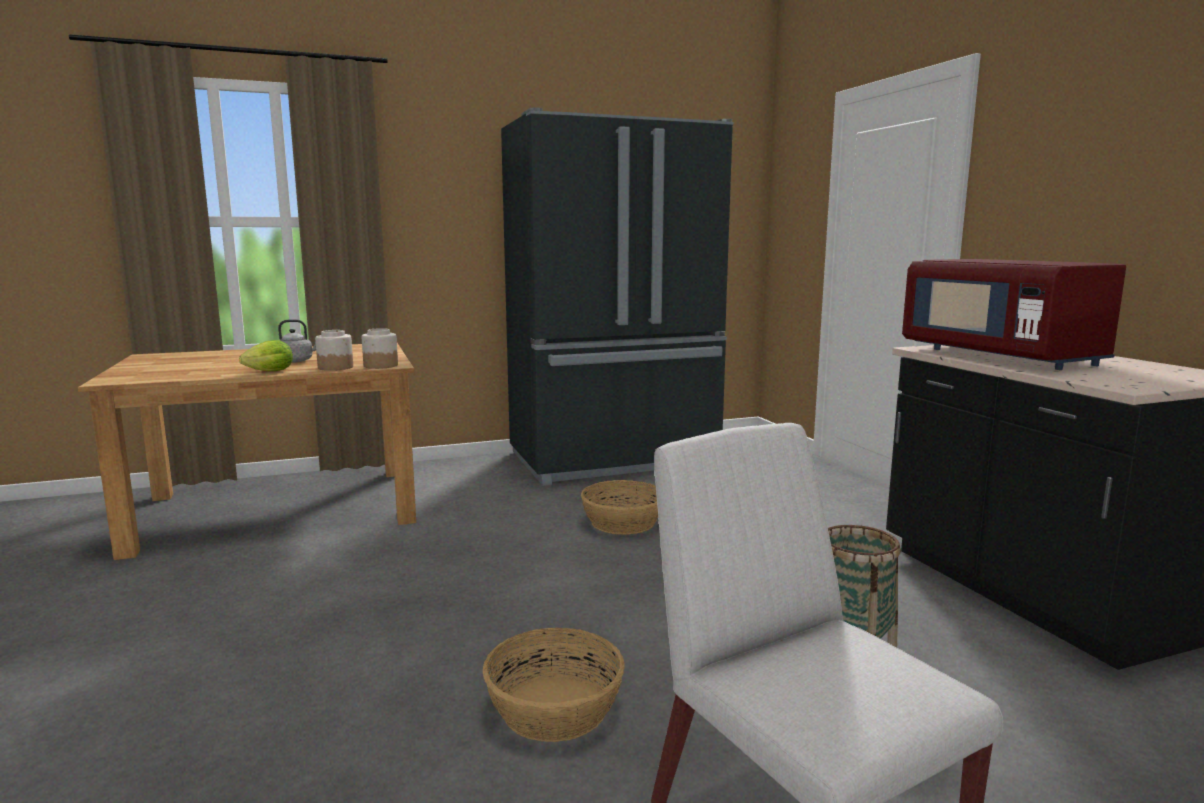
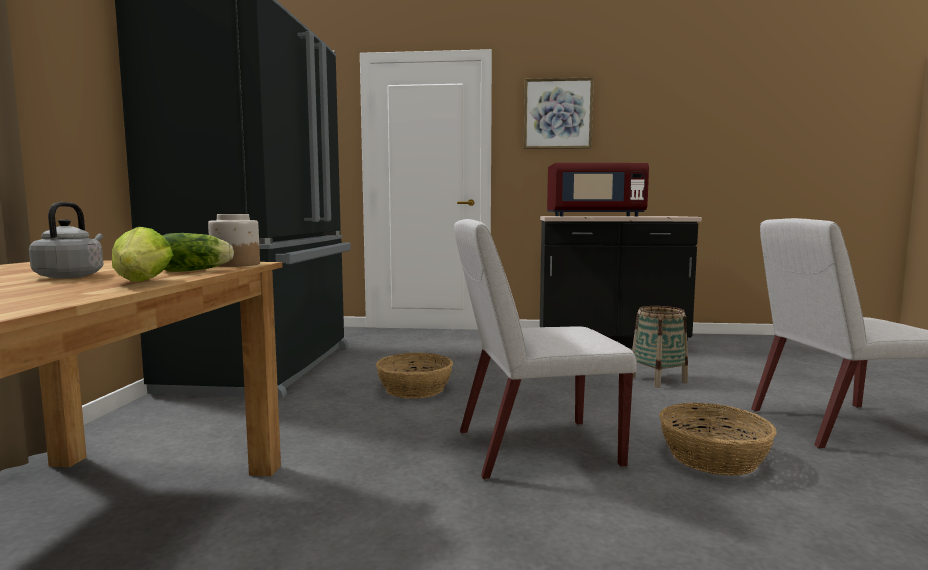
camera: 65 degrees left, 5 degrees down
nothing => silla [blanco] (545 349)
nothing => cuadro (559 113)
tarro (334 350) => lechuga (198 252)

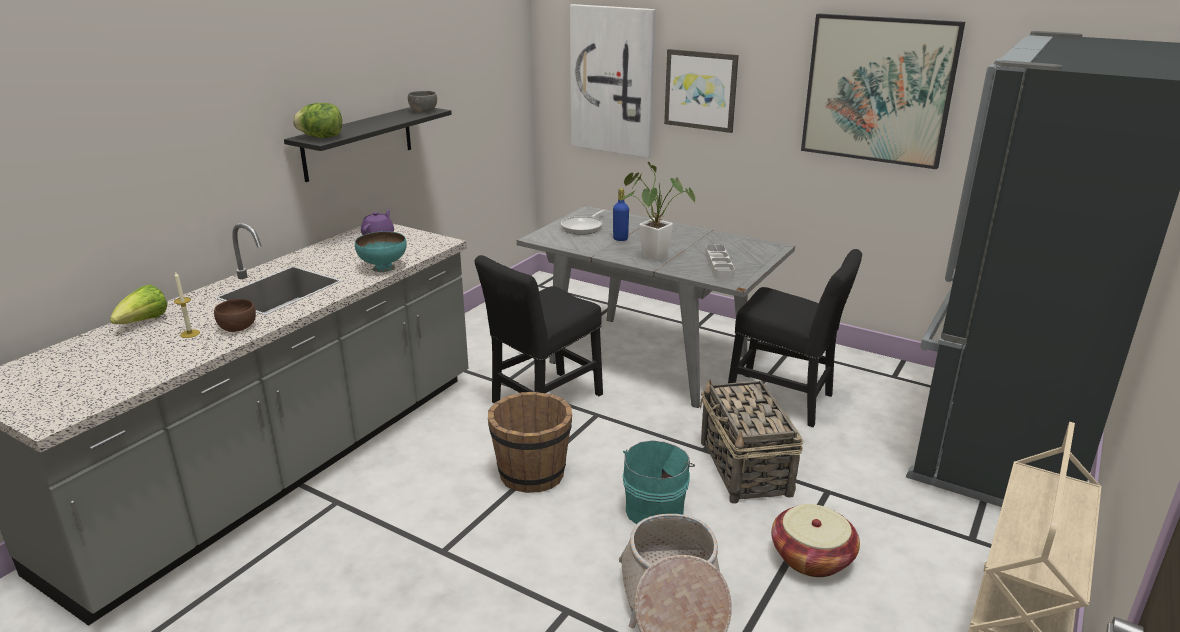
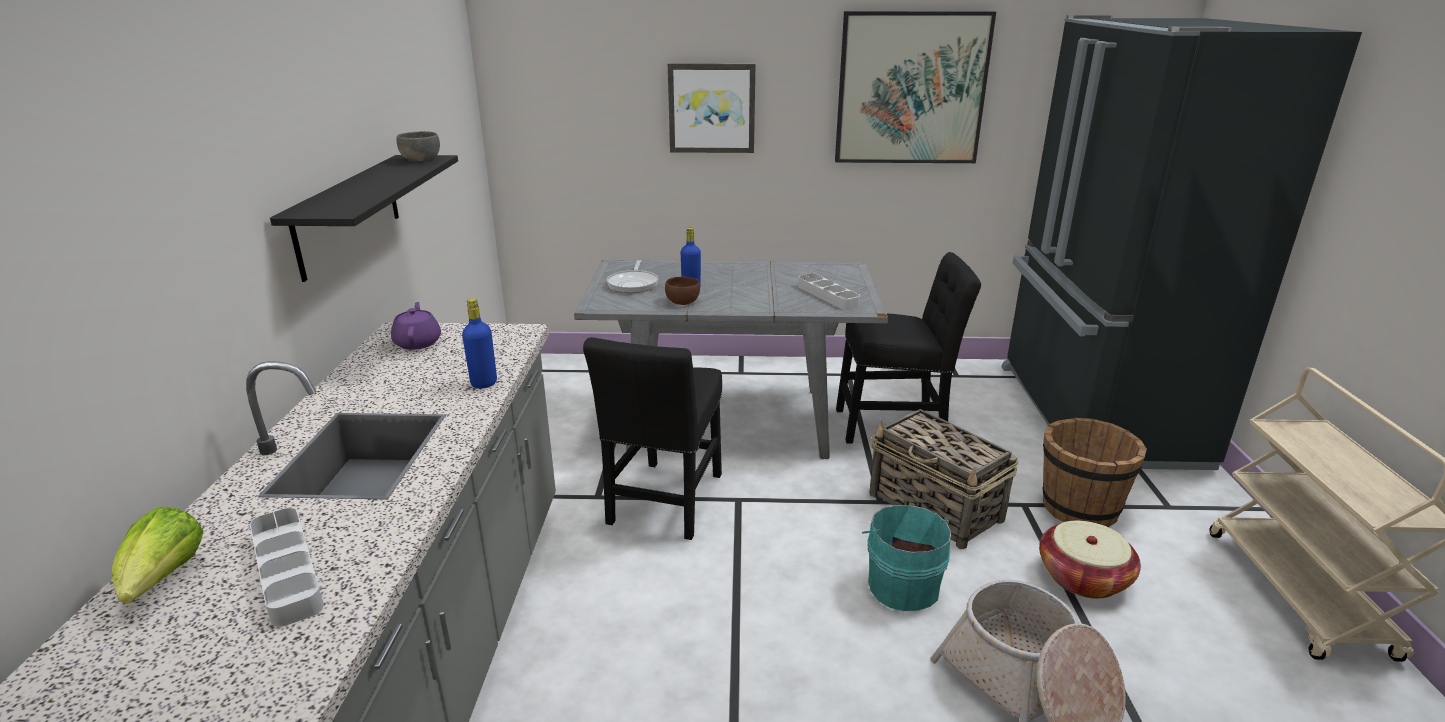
camera: 30 degrees left, 0 degrees up
lechuga (317 120) => nothing
cuadro (612 81) => nothing
planta en maceta (657 211) => nothing
cuenco [marrón] (235 315) => cuenco [marrón] (682 291), moved
cubo [marrón] (530 442) => cubo [marrón] (1094 472), moved
vela (187 304) => bandeja [gris] (287 567)
cuenco [turquesa] (381 251) => botella [azul] (479 343)

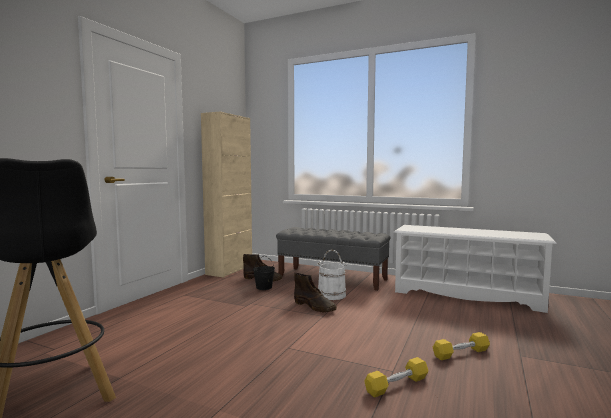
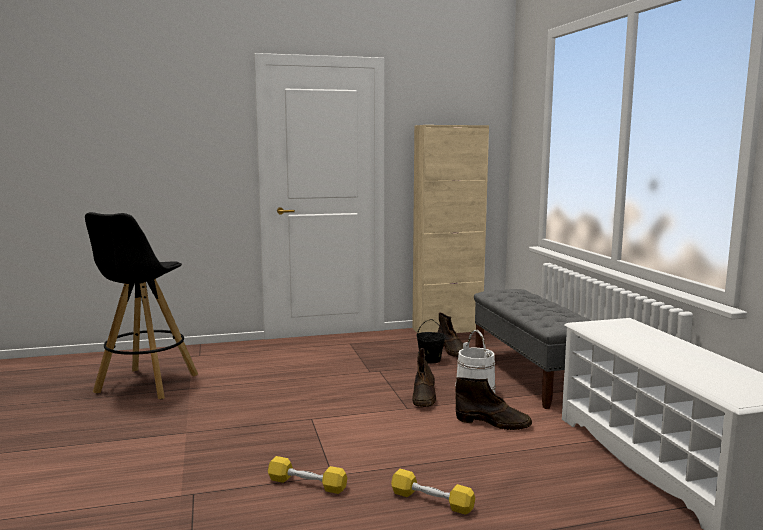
camera: 50 degrees right, 5 degrees up
nothing => bota [marrón] (493 403)

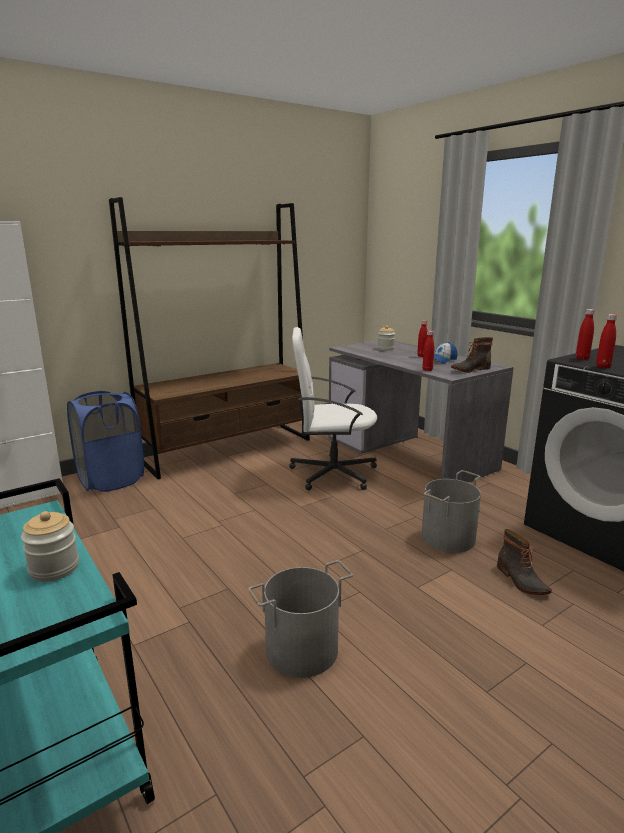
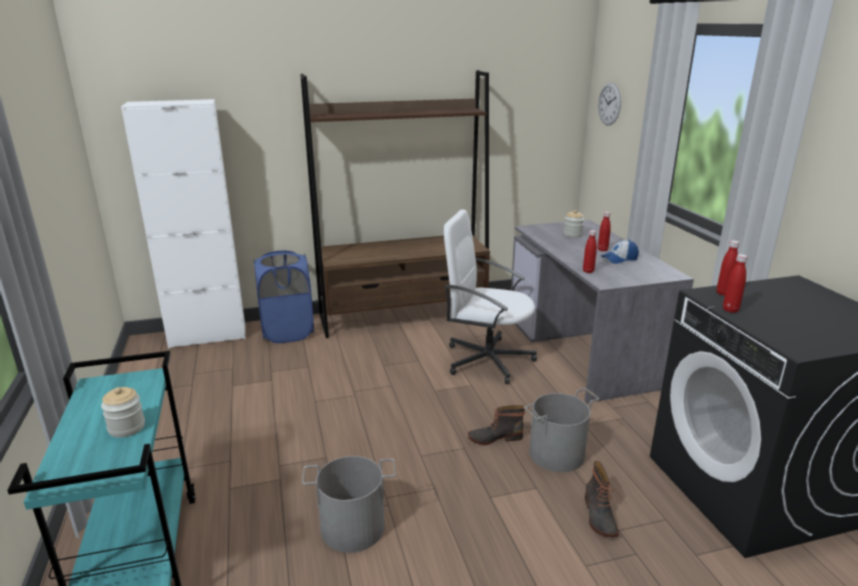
camera: 20 degrees right, 5 degrees up
nothing => reloj de pared (609 103)
bota (472 355) => bota (496 425), moved

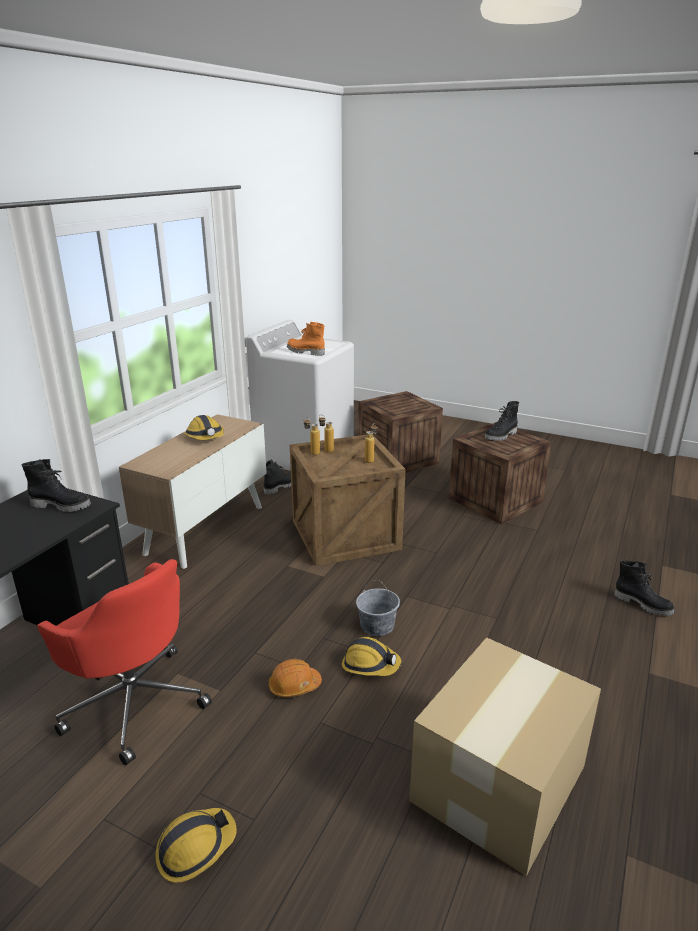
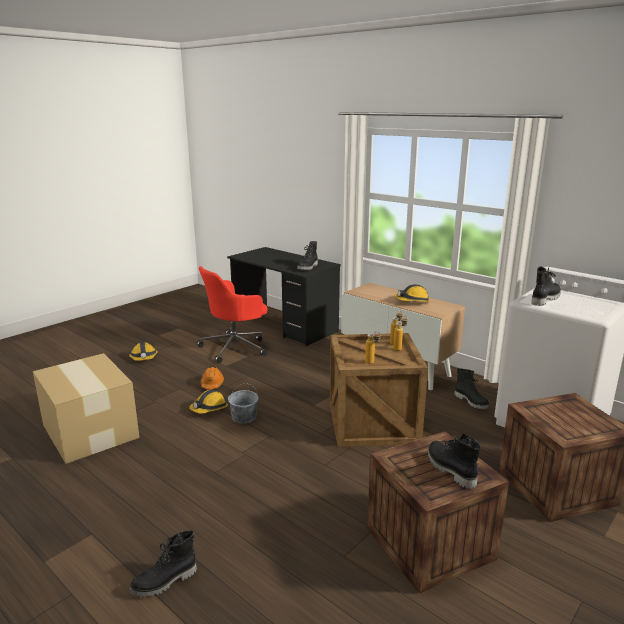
camera: 105 degrees right, 5 degrees down
bota [naranja] (306 339) => bota [negro] (546 286)

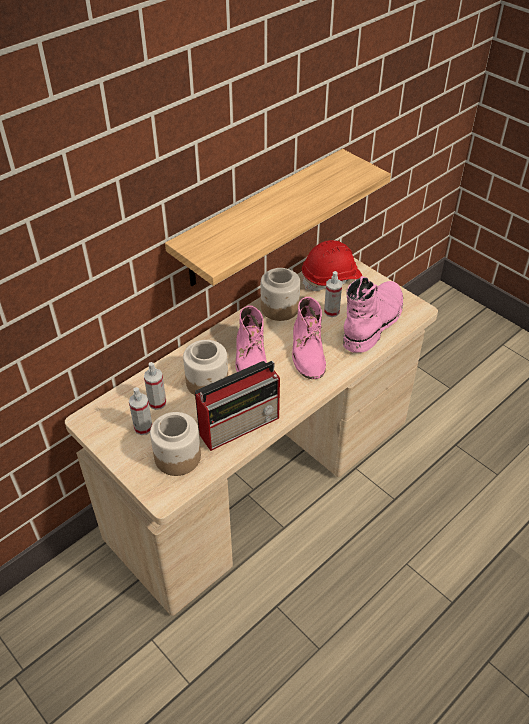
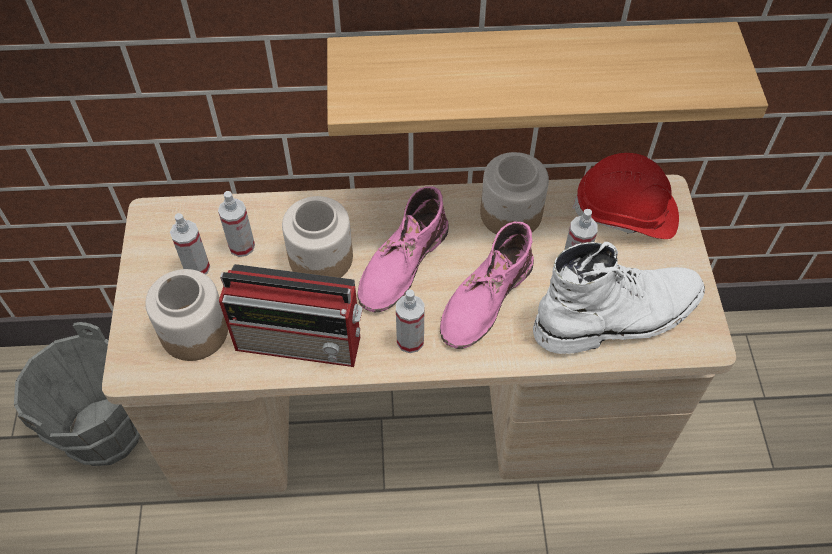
camera: 40 degrees right, 10 degrees up
nothing => cubo [gris] (77 394)
nothing => pulverizador (410 321)
bota [rosa] (373 314) => bota [blanco] (619 298)

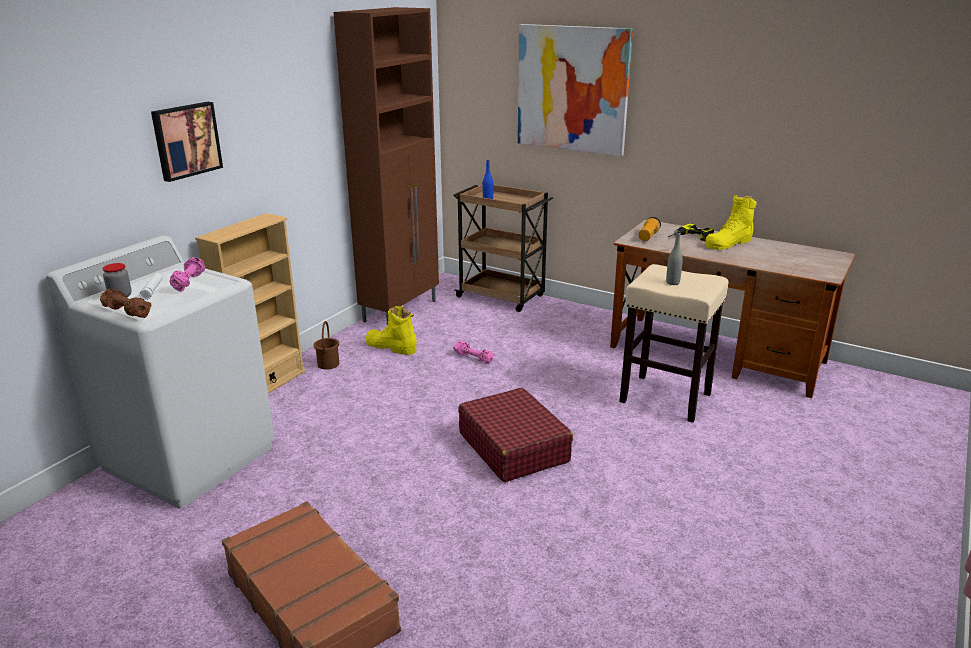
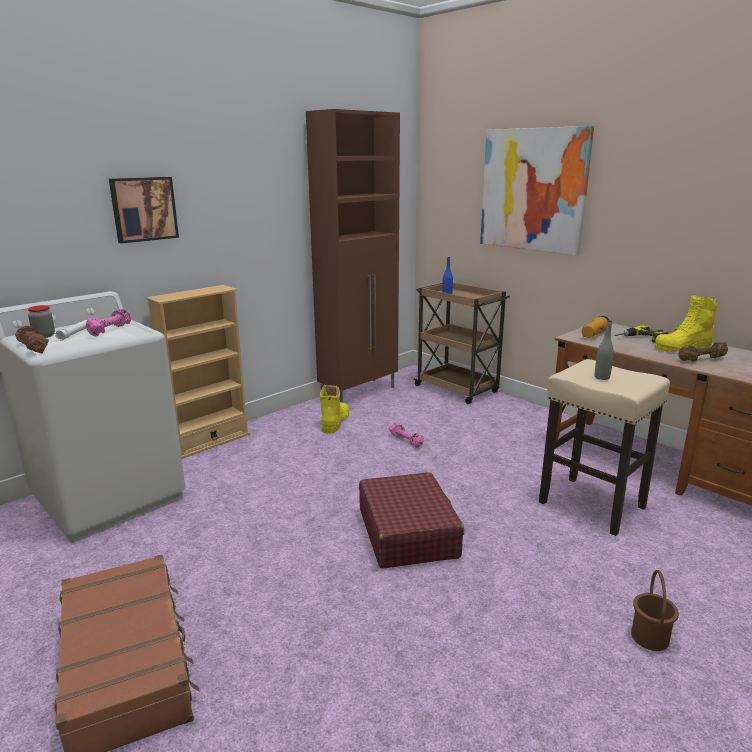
camera: 15 degrees right, 5 degrees down
nothing => mancuerna [marrón] (703 352)
cubo [marrón] (326 345) => cubo [marrón] (655 610), moved
bota [amarillo] (391 330) => bota [amarillo] (334 409), 60 degrees clockwise

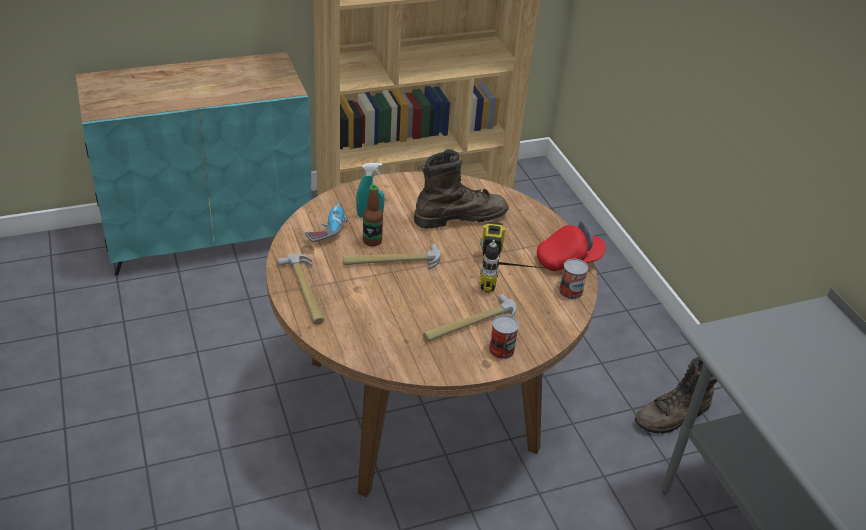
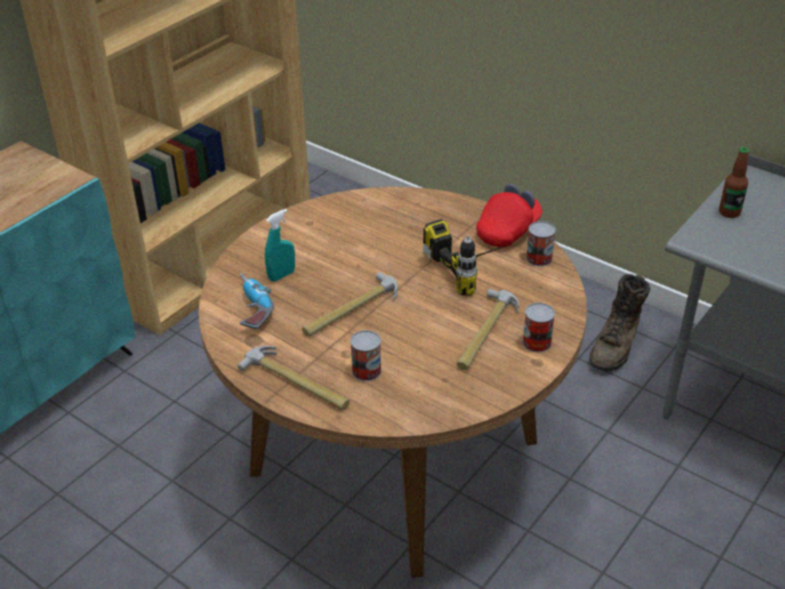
camera: 30 degrees left, 0 degrees up
bota [marrón] (461 189) => nothing
nothing => lata (366 355)
botella (373 216) => botella (734 182), moved

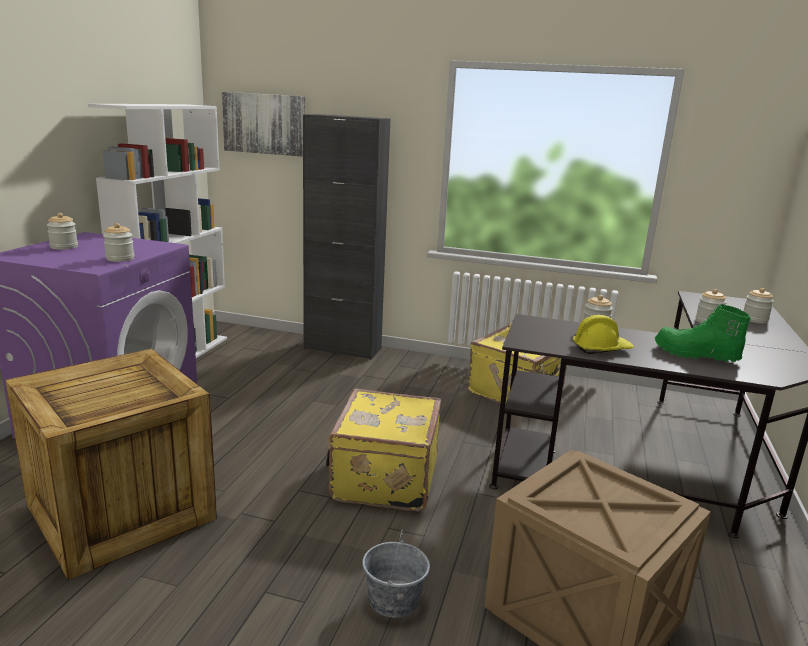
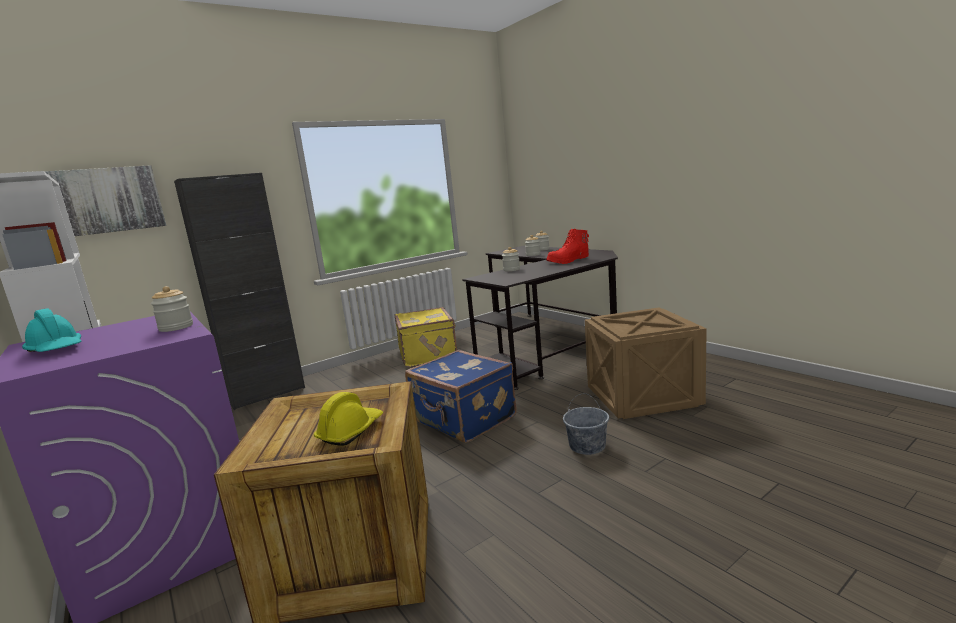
camera: 50 degrees left, 5 degrees down
casco [amarillo] (603 334) => casco [amarillo] (348 419), moved
tarro (62 231) => casco [turquesa] (52 330)
maleta [amarillo] (383 450) => maleta [azul] (461 396)
bota [verde] (703 333) => bota [rojo] (567 246)

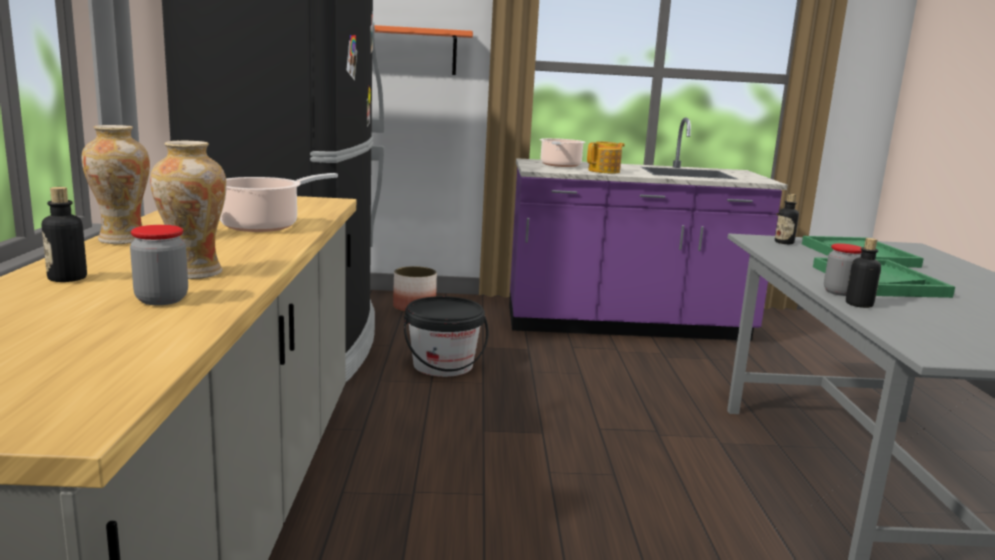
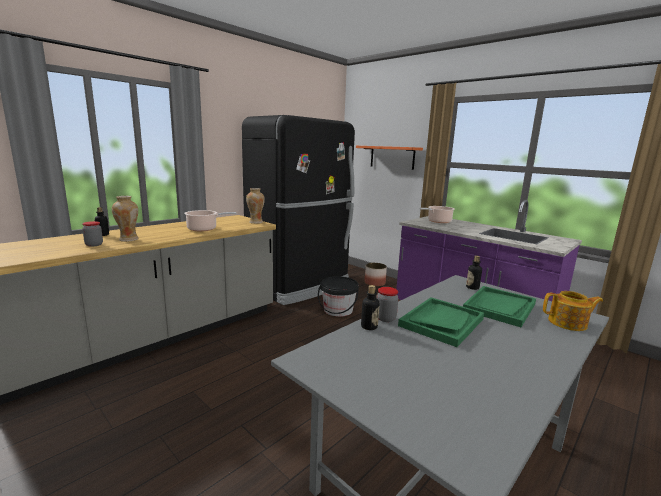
camera: 45 degrees right, 0 degrees up
florero (115 184) => florero (255 206), moved
tetera (606 157) => tetera (573 311), moved

